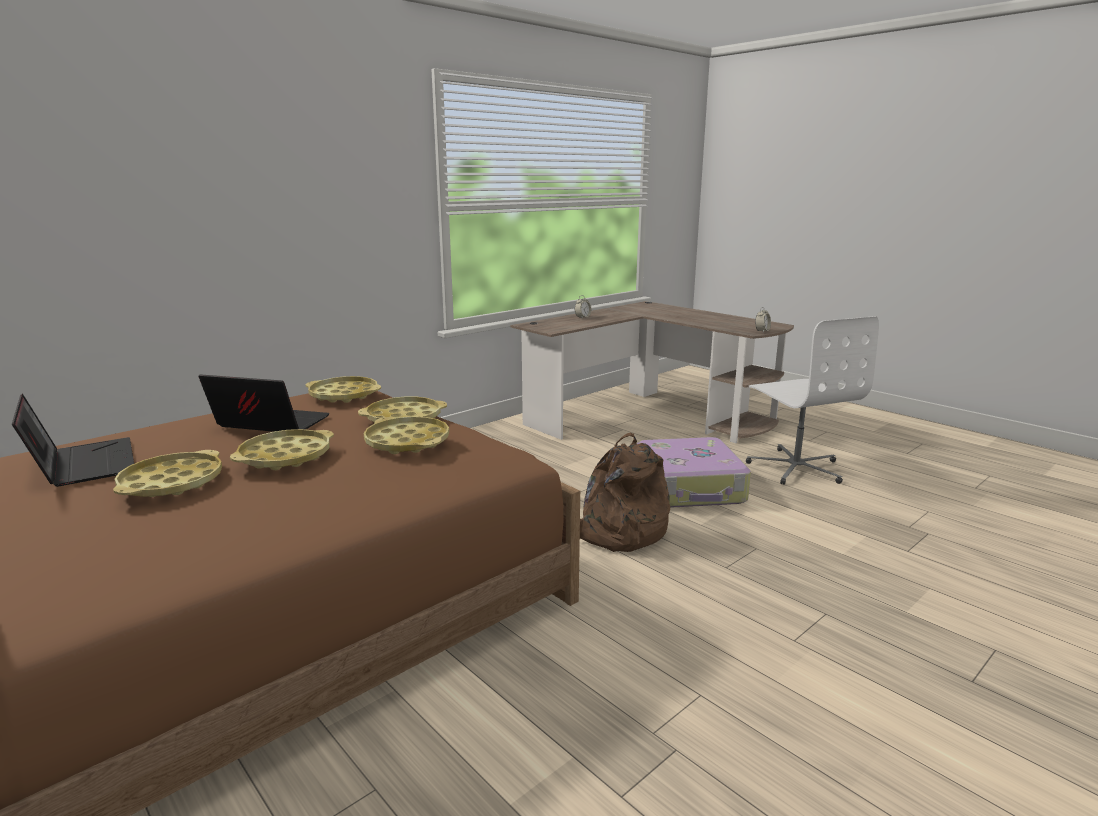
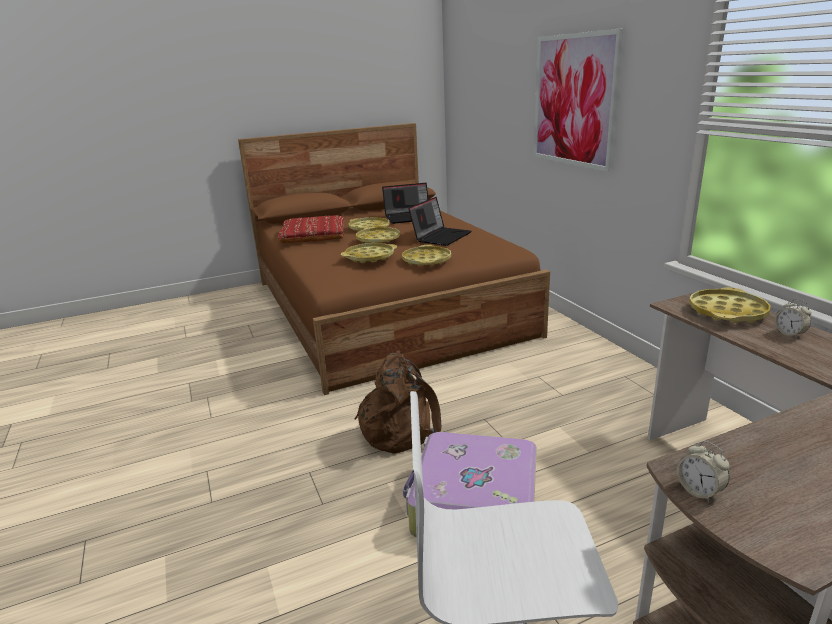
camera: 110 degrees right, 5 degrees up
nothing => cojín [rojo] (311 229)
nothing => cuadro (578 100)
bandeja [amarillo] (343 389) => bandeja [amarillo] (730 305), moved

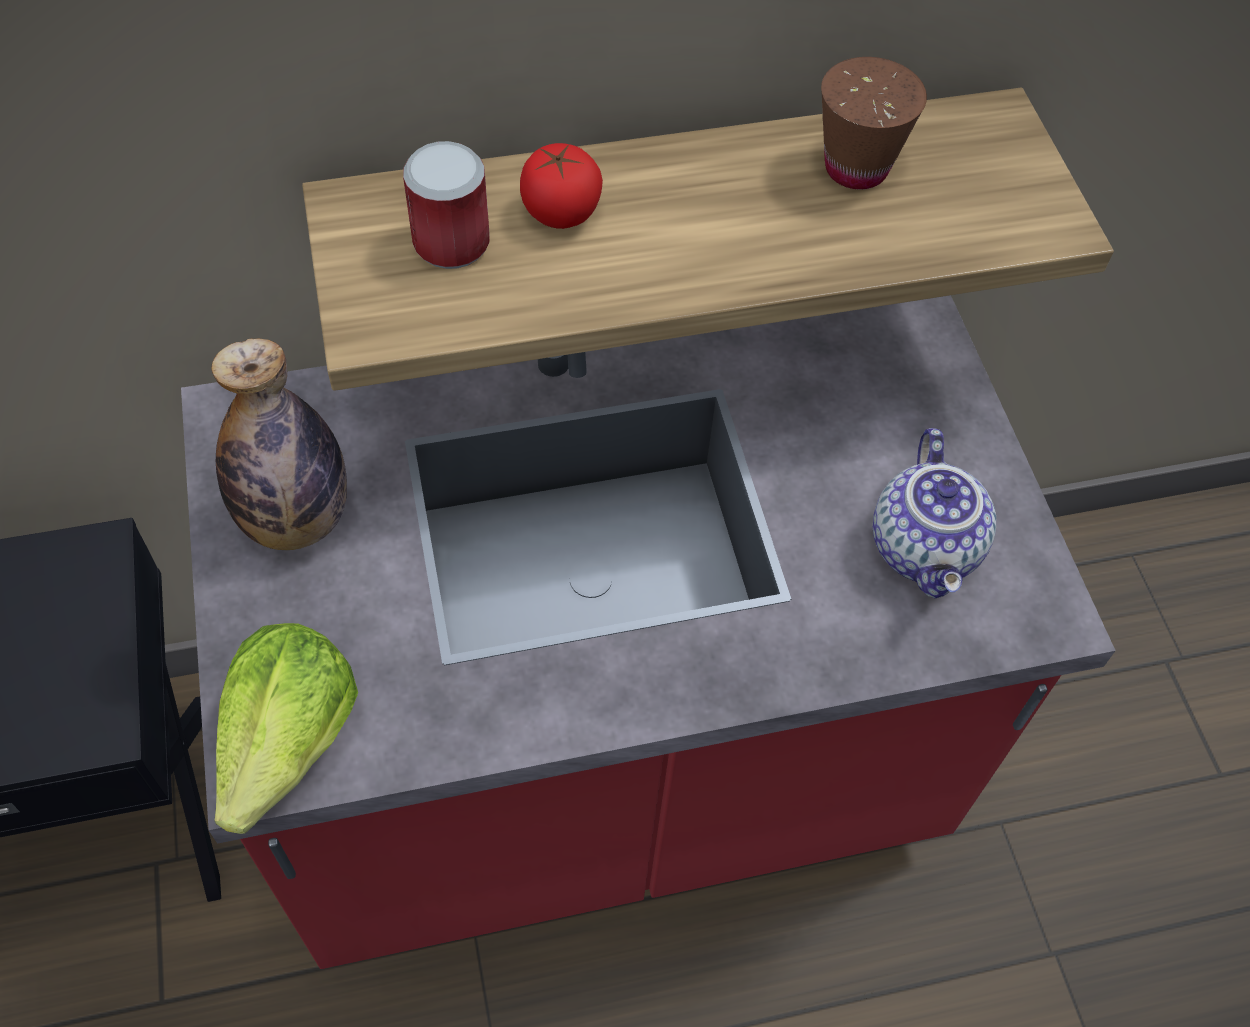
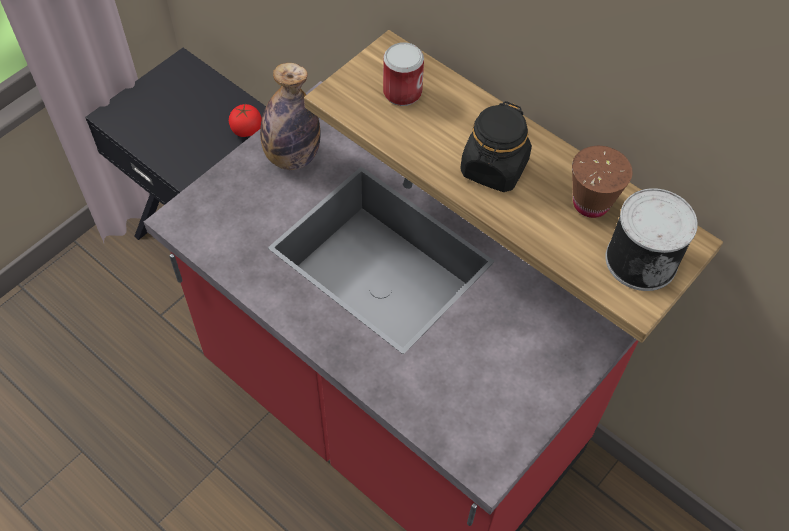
camera: 55 degrees right, 0 degrees up
lechuga (286 728) => nothing
tetera (934 513) => nothing
nothing => tarro [negro] (496 146)
nothing => lata (651 239)
tomate (561 186) => tomate (245 120), moved

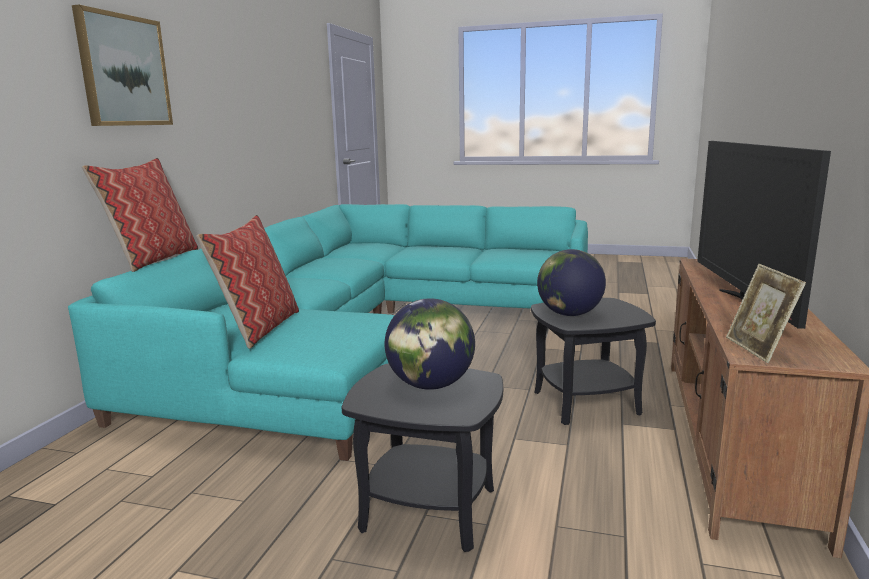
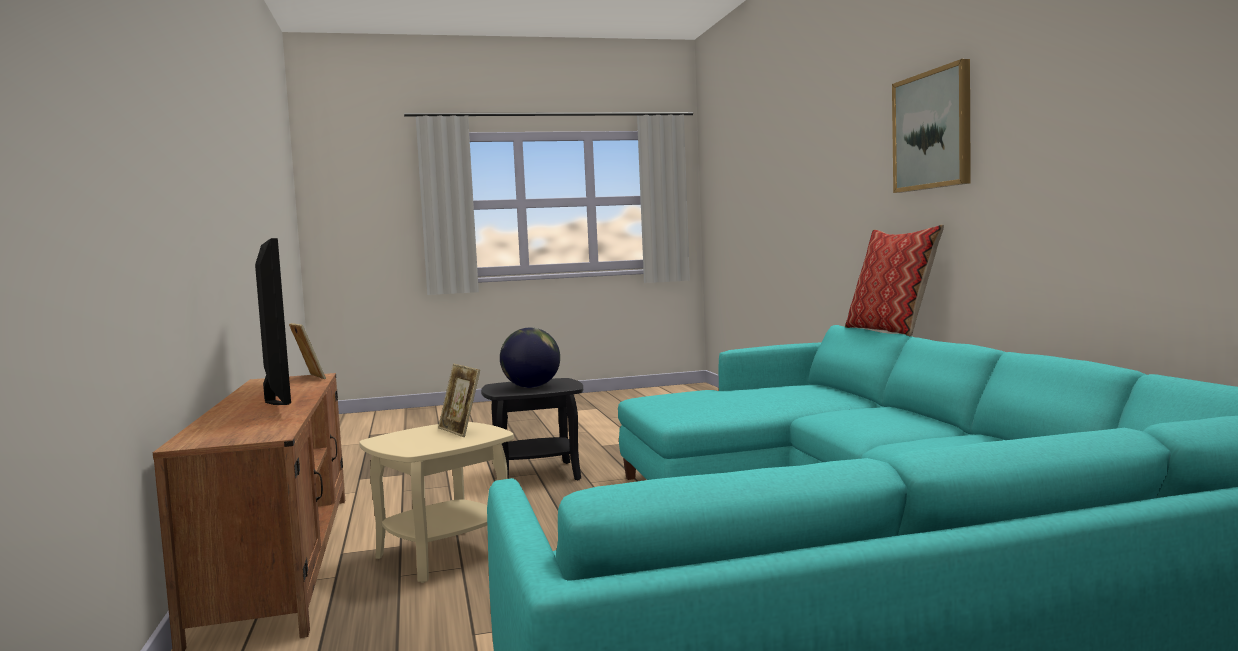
camera: 150 degrees right, 10 degrees down
cojín (247 282) => nothing
globo terráqueo (571 282) => portarretratos (459 400)
mesa auxiliar [negro] (593 361) => mesa auxiliar [beis] (436 502)

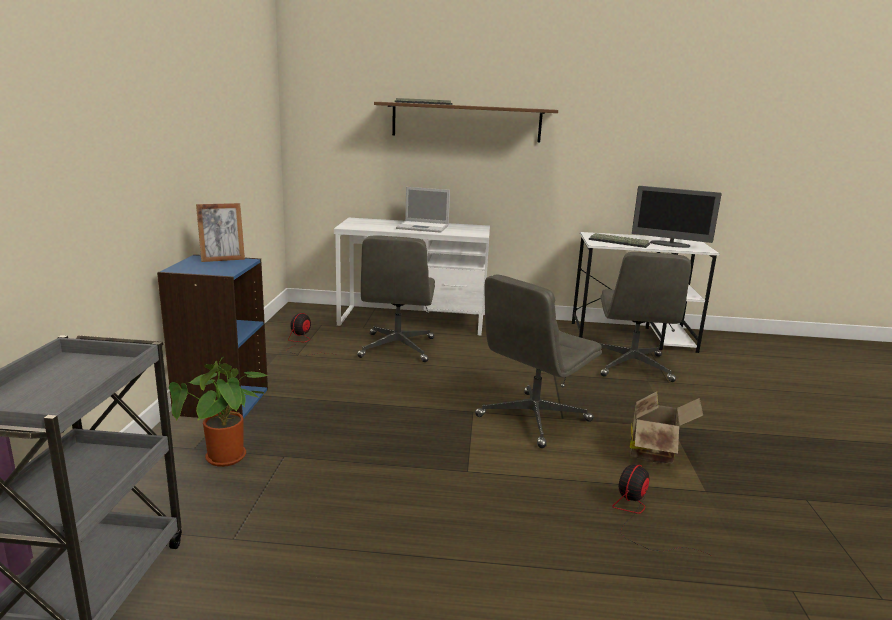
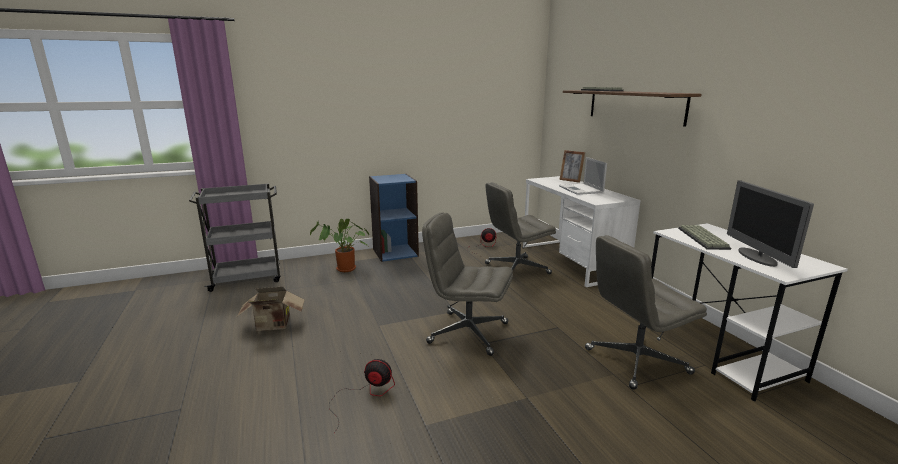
camera: 65 degrees right, 0 degrees up
portarretratos (220 232) => portarretratos (572 166), moved
caja de cartón (666 428) => caja de cartón (270 309), moved

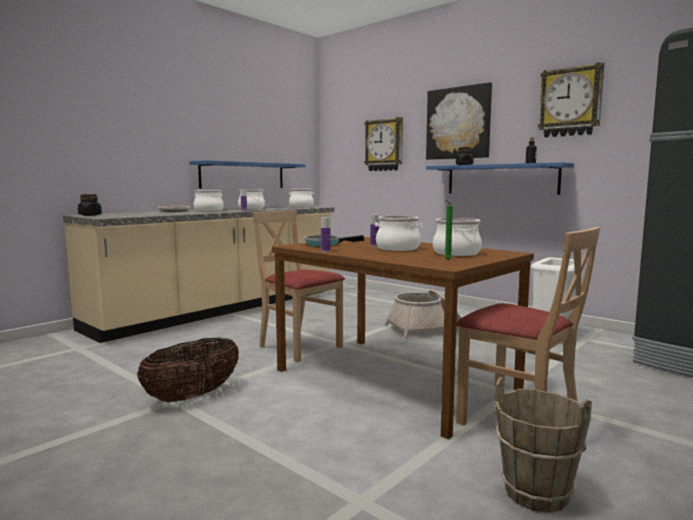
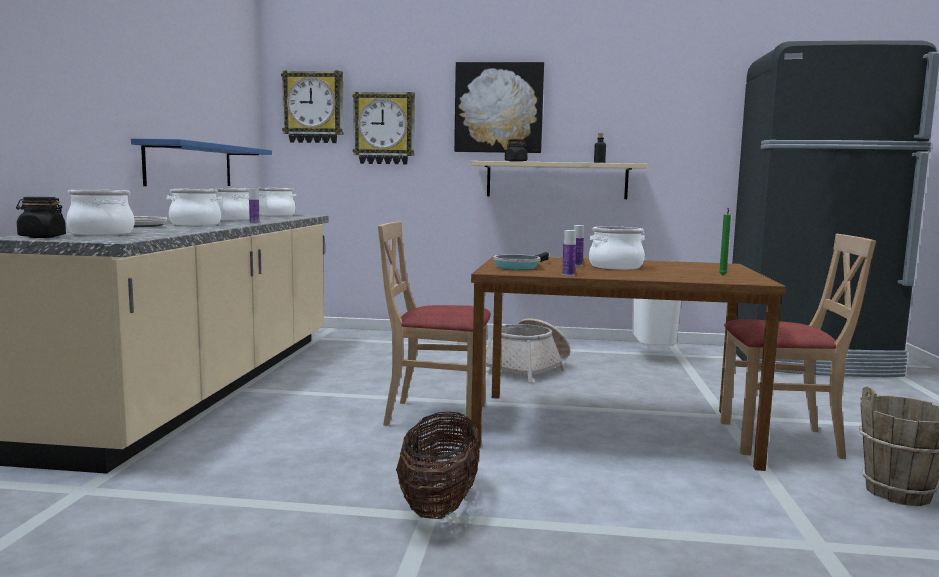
camera: 35 degrees left, 0 degrees up
olla (457 237) => olla (100 212), moved
reloj de pared (571 99) => reloj de pared (312 107), moved
estante [azul] (500 178) => estante [beis] (559 180)

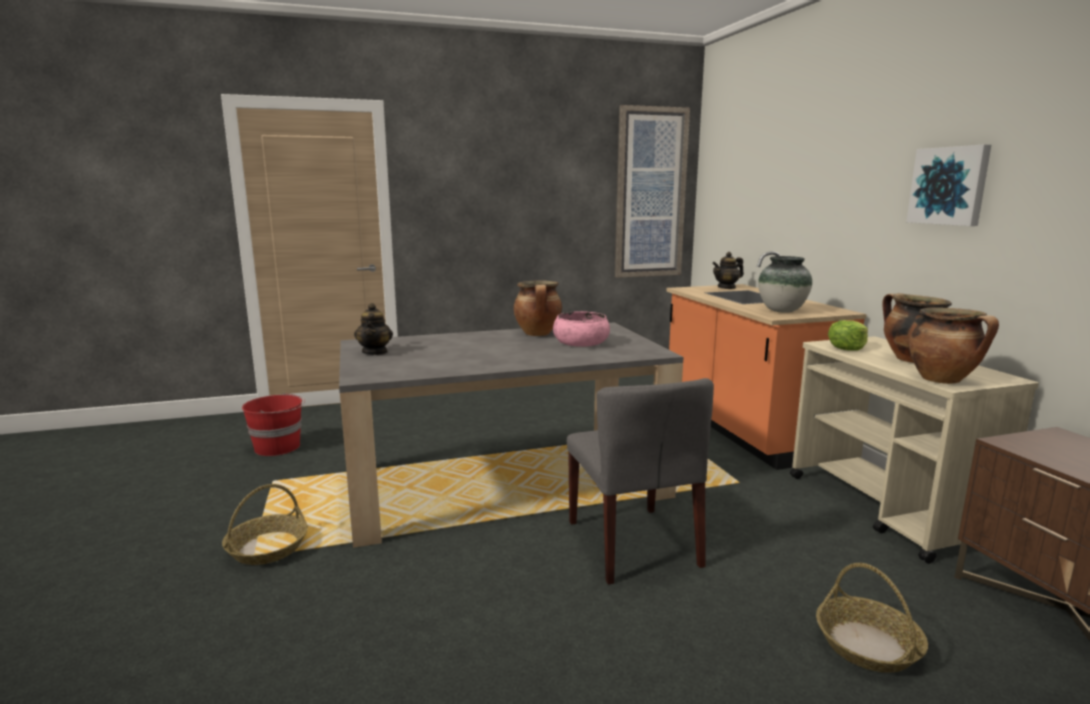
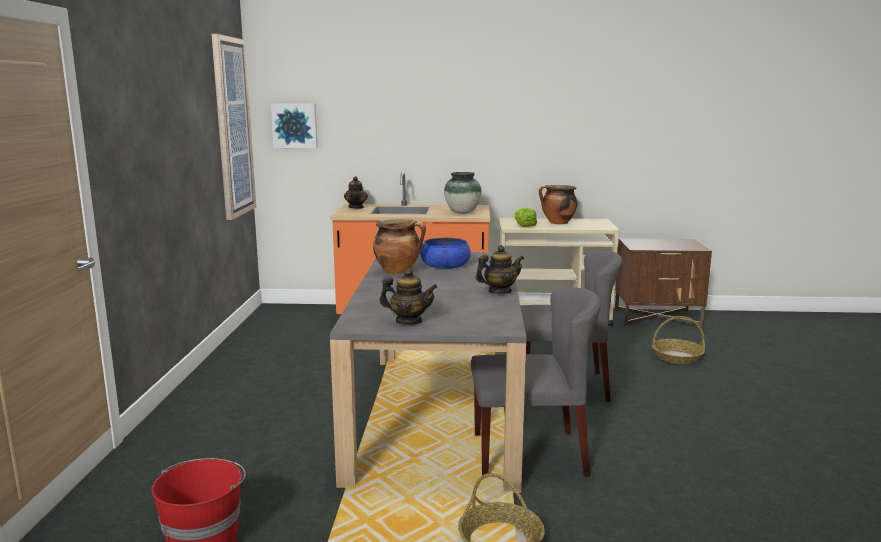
camera: 70 degrees left, 0 degrees up
olla (954 345) => nothing
nothing => silla [gris] (536 382)
nothing => tetera (500 269)
cuadro (948 185) => cuadro (294 125), moved
cuenco [rosa] (581 329) => cuenco [azul] (445 253)

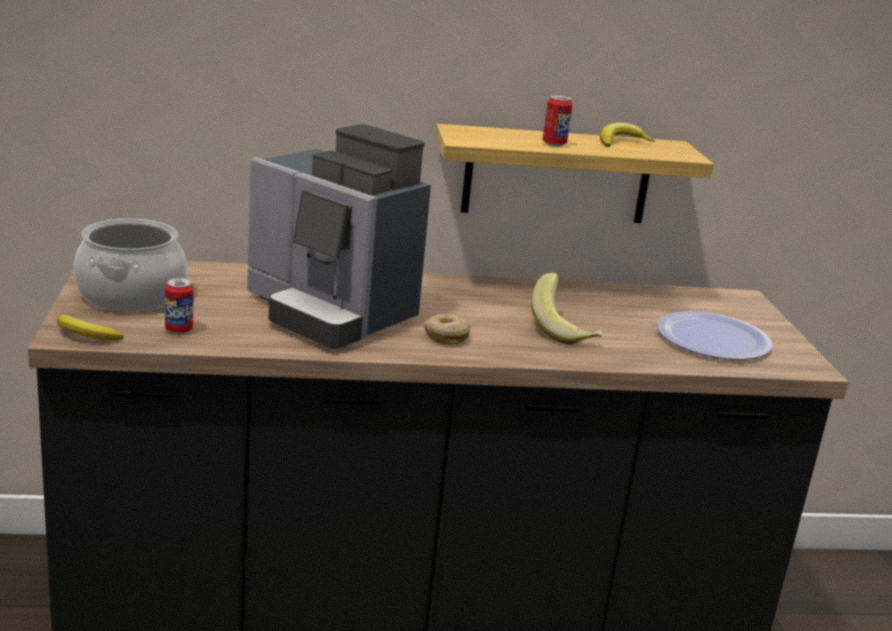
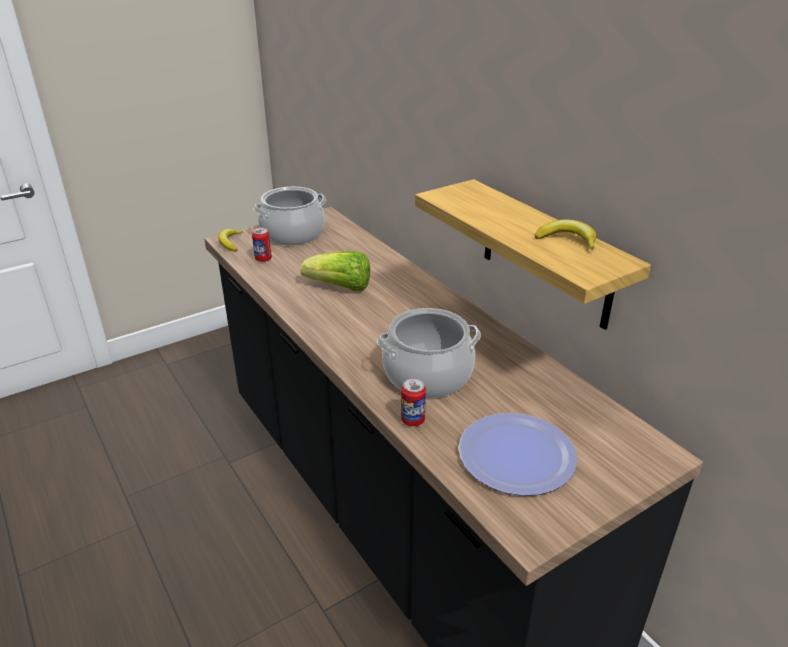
camera: 65 degrees right, 10 degrees up
rosquilla (447 329) => nothing
lata (557 120) => lata (413 402), moved
cafetera (339 236) => lechuga (335 271)
plátano (566 308) => olla (429 353)

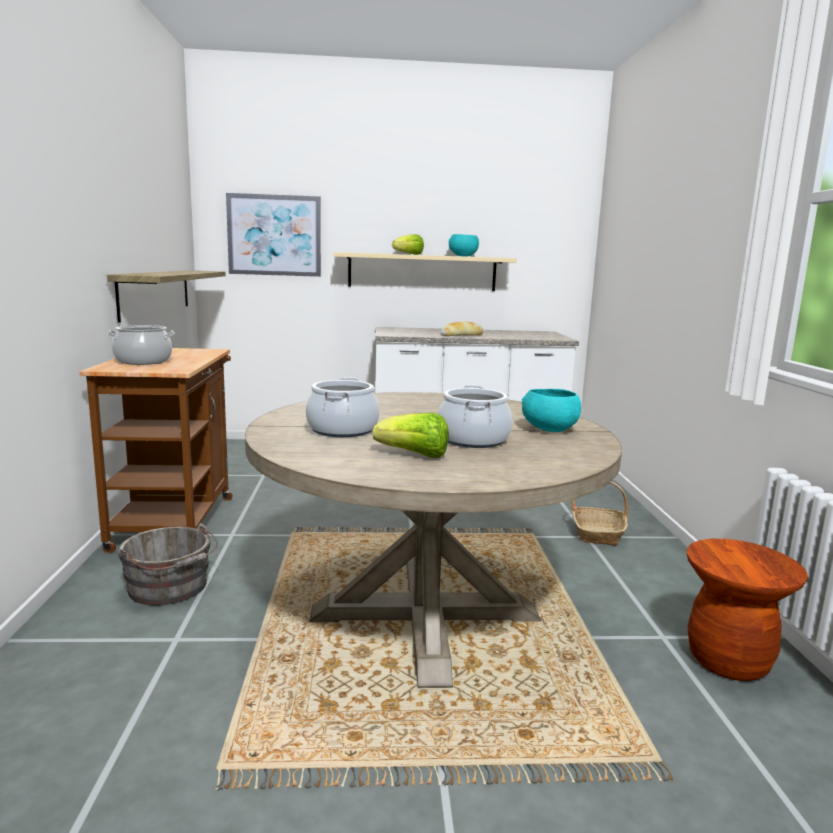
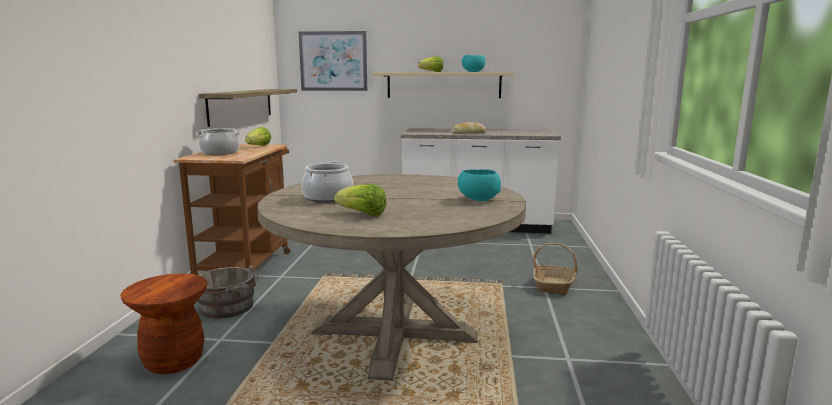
camera: 10 degrees right, 0 degrees up
olla (474 416) => nothing
nothing => lechuga (258 136)
taburete [marrón] (747 610) => taburete [marrón] (163 323), moved

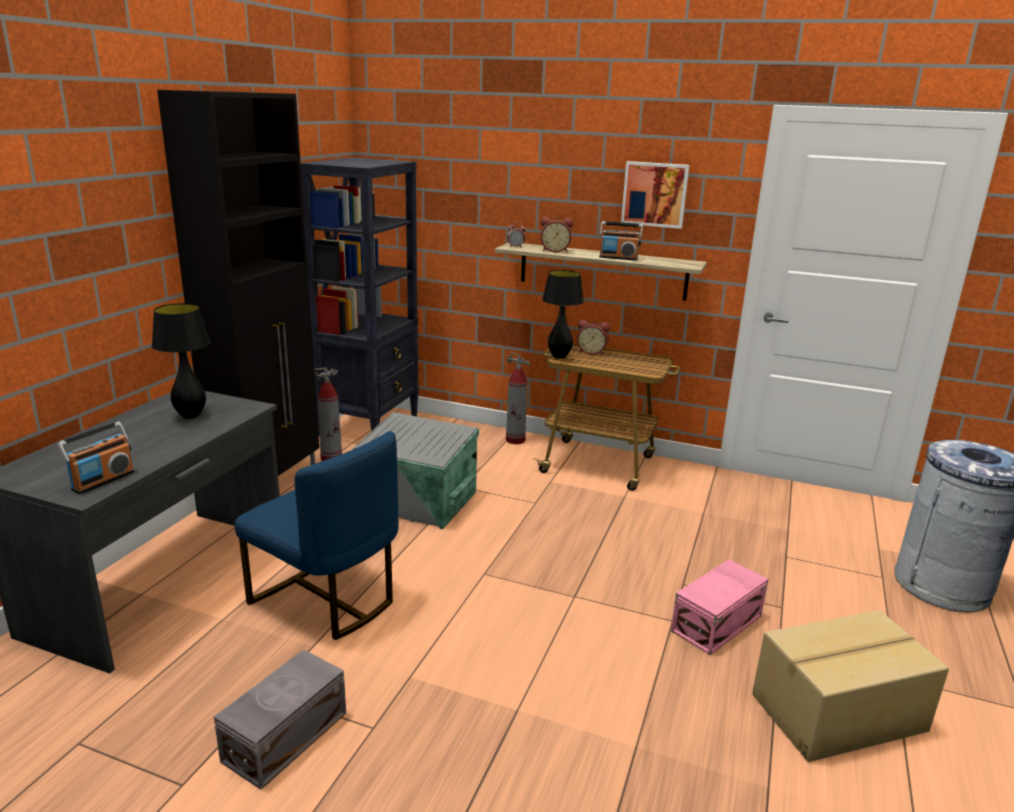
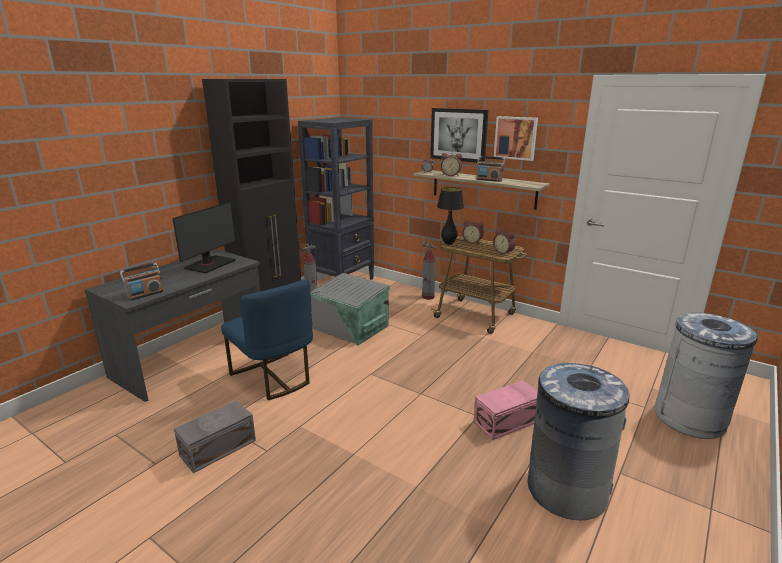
camera: 15 degrees right, 0 degrees up
nothing => cuadro (459 135)
nothing => despertador (504 242)
lámpara de mesa [negro] (181 360) => monitor (204 237)
caja de cartón (850 686) => papelera [gris] (579 441)

